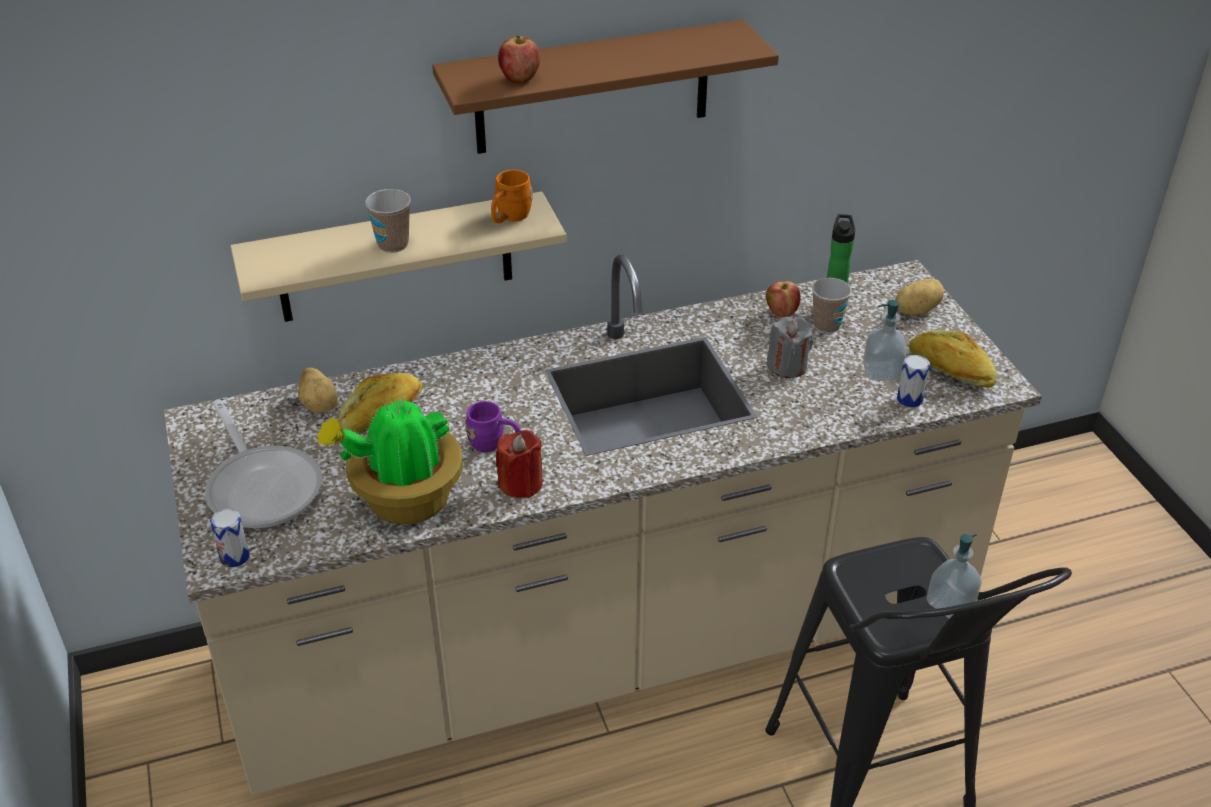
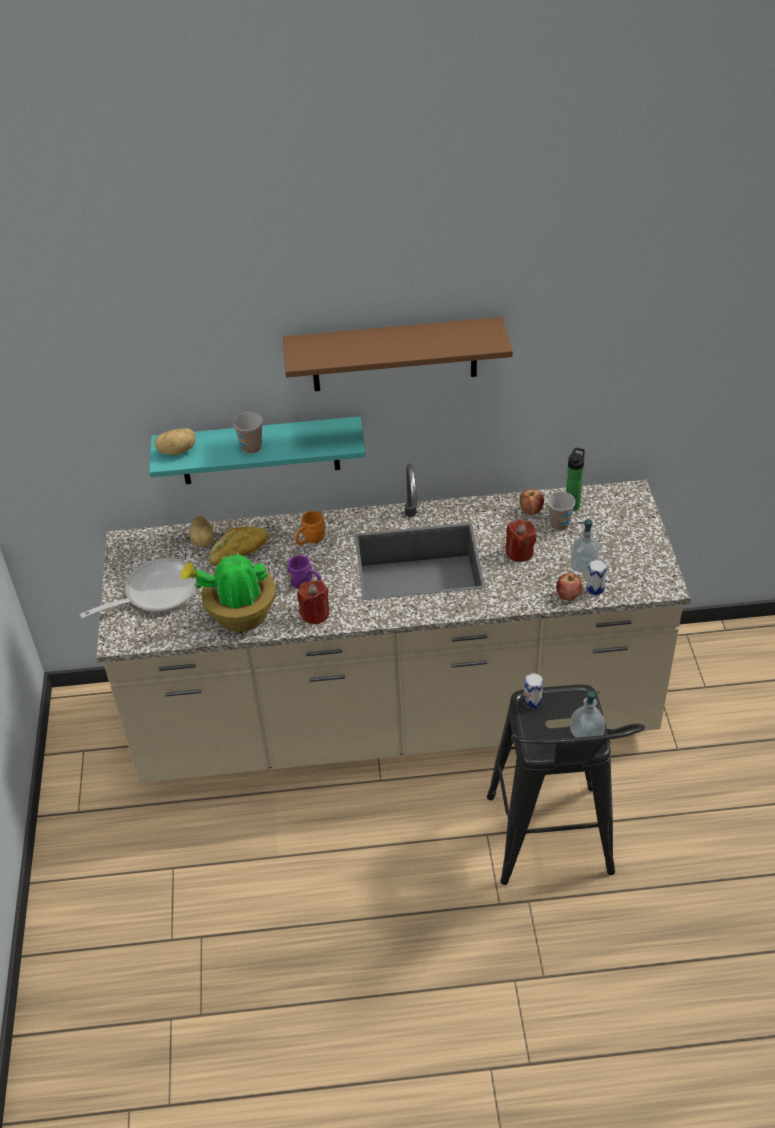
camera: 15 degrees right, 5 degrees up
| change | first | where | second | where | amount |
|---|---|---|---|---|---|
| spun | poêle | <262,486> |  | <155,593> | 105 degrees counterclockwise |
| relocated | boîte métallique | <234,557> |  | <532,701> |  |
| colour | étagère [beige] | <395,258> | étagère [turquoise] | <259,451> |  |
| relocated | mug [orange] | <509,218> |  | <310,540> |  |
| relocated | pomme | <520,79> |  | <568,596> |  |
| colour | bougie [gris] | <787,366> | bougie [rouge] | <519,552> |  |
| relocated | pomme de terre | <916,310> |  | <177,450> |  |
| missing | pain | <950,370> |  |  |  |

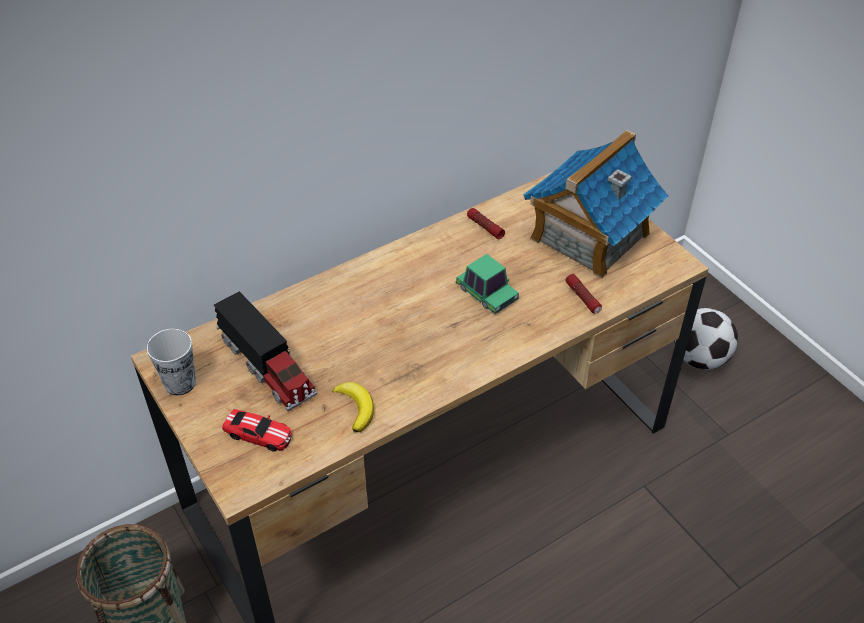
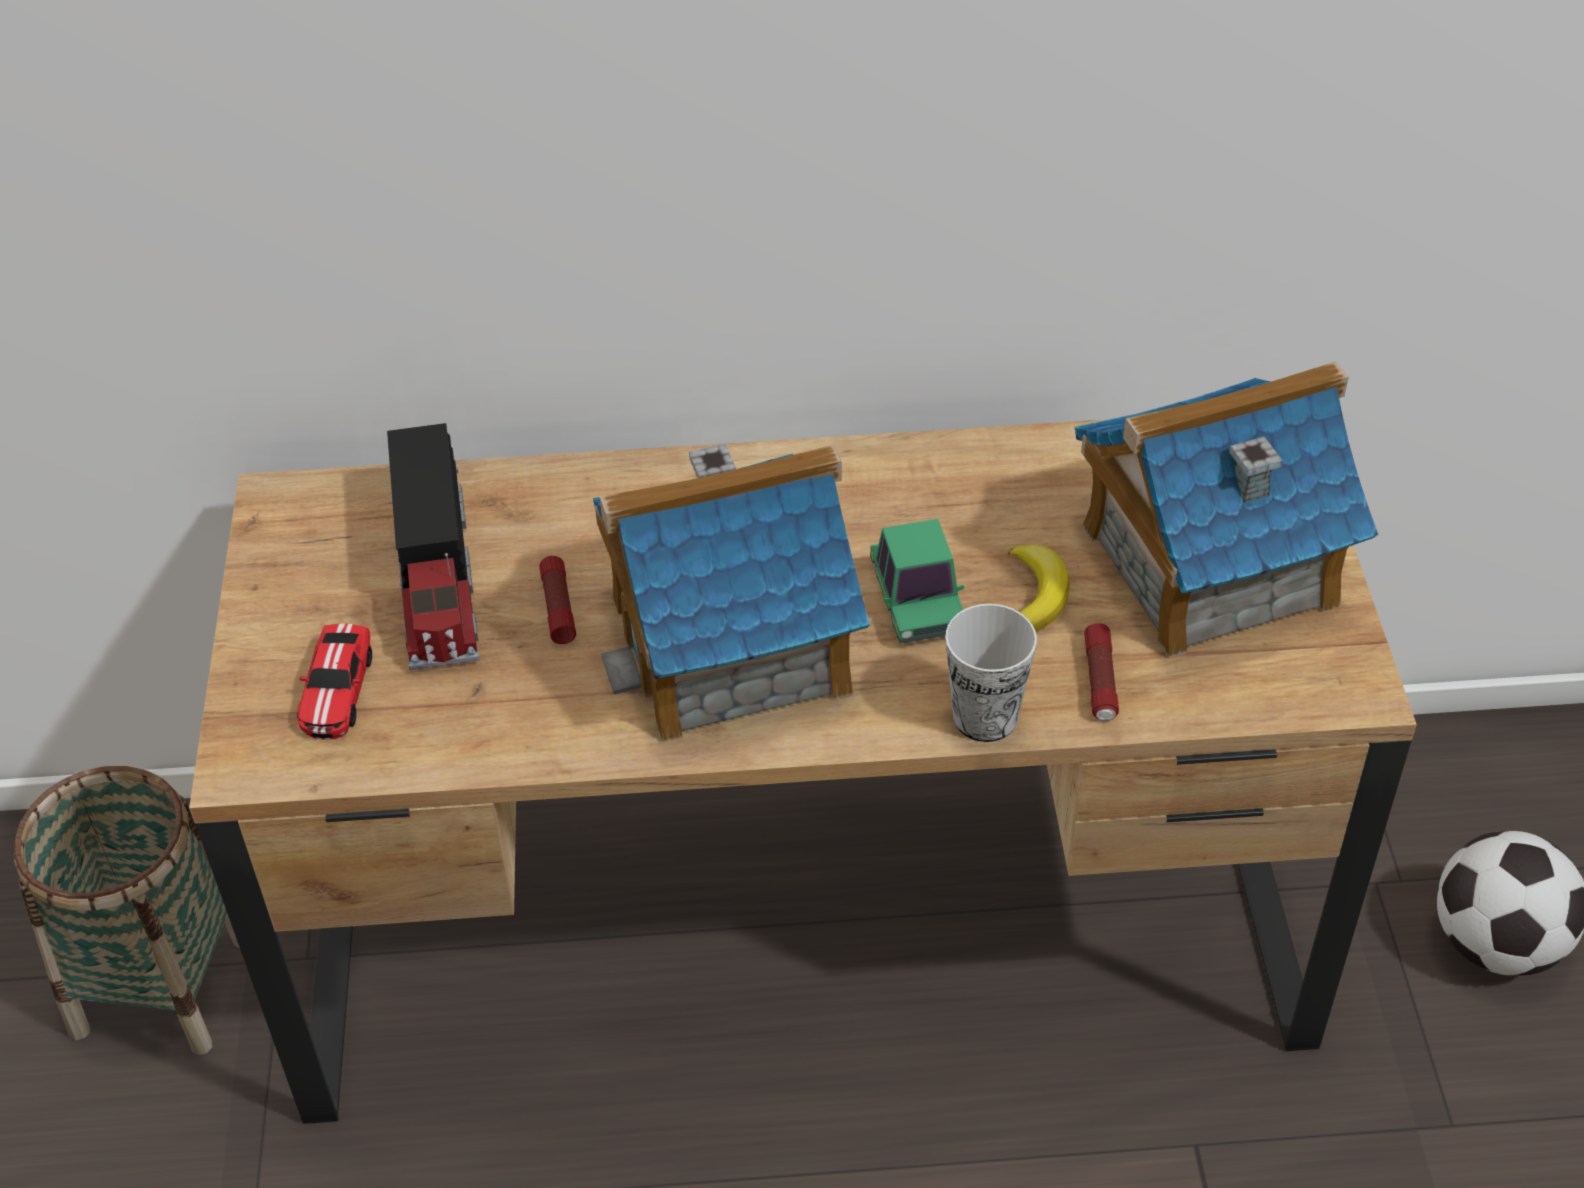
camera: 30 degrees right, 0 degrees up
| change | first | where | second | where | amount |
|---|---|---|---|---|---|
| relocated | tasse | <180,383> |  | <985,717> |  |
| spun | petite voiture | <258,434> |  | <338,689> | 45 degrees clockwise |
| relocated | banane | <356,407> |  | <1036,594> |  |
| relocated | lampe de poche | <485,227> |  | <558,607> |  |
| appeared |  |  | maison miniature | <732,646> |  |

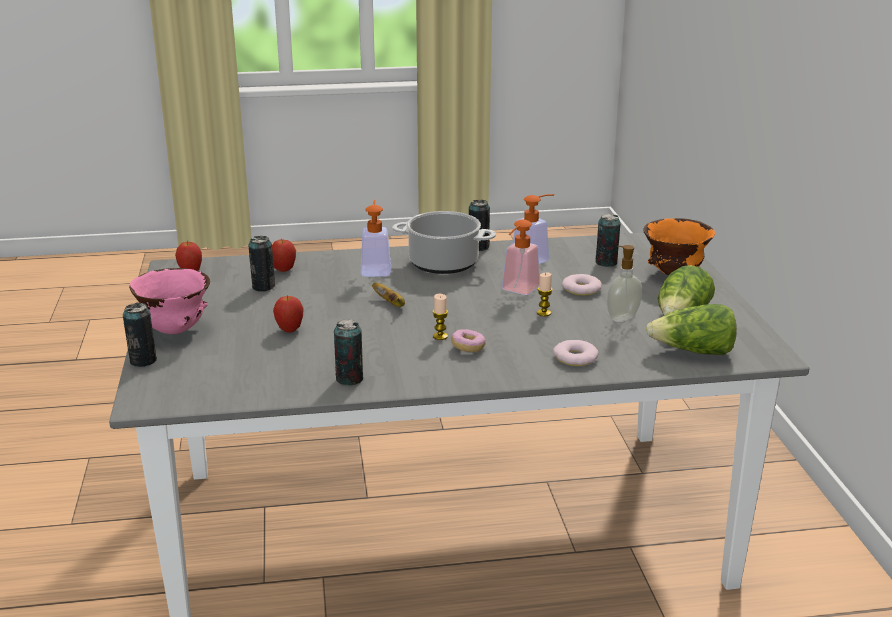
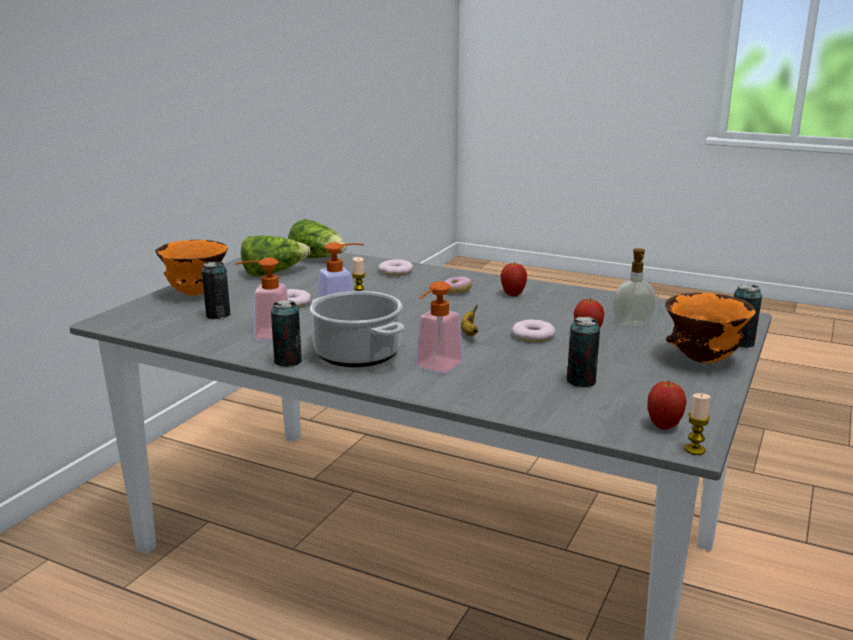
camera: 145 degrees left, 5 degrees down
| change | first | where | second | where | amount |
|---|---|---|---|---|---|
| colour | bol [rose] | <176,330> | bol [orange] | <702,361> |  |
| relocated | pomme | <284,270> |  | <513,294> |  |
| missing | boîte métallique | <349,379> |  |  |  |
| relocated | bougie | <440,336> |  | <694,449> |  |
| relocated | distributeur de savon | <621,317> |  | <632,325> |  |
| appeared |  |  | beignet | <533,335> |  |

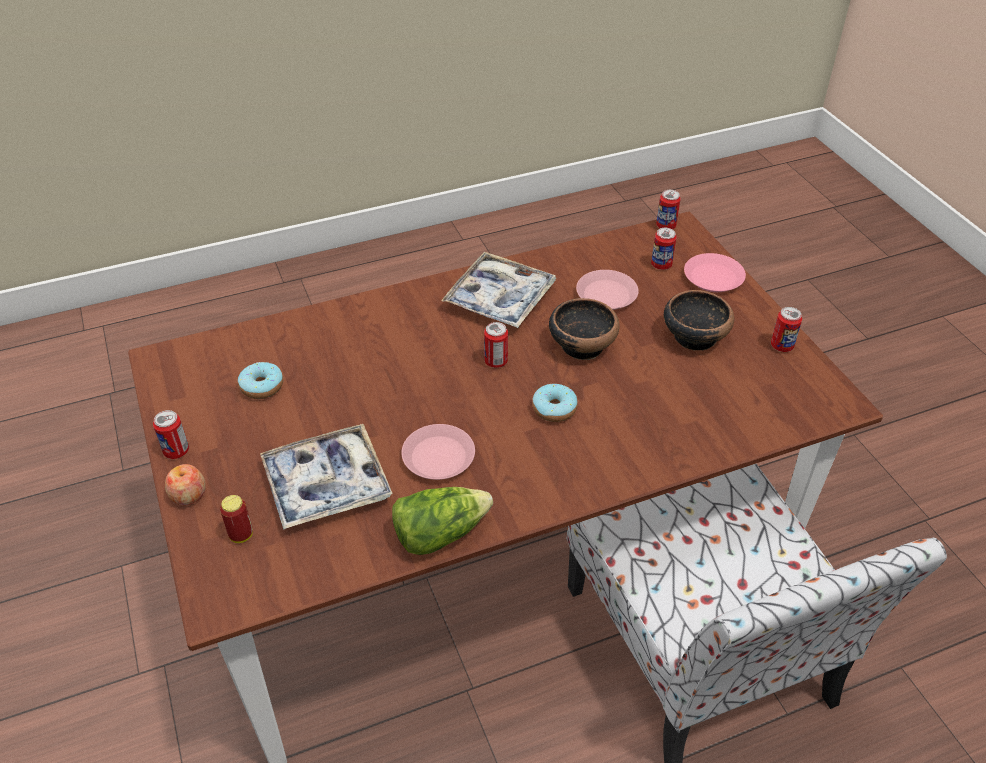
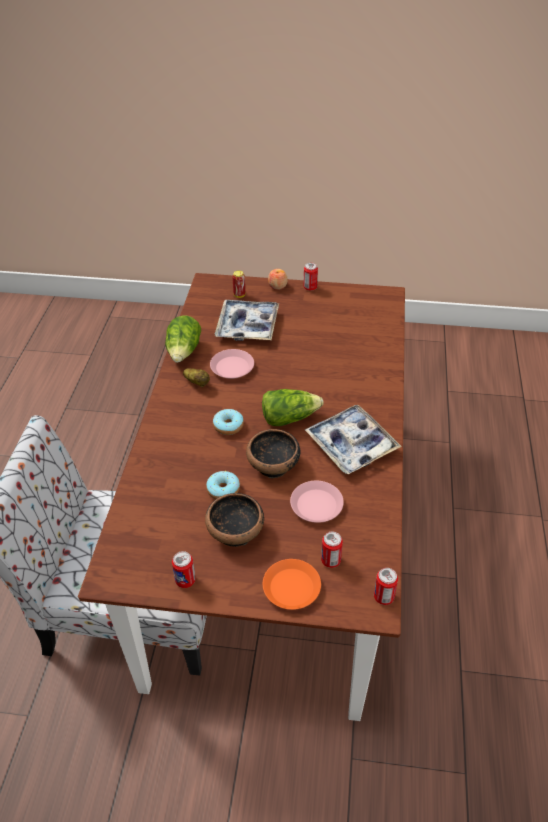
camera: 120 degrees right, 0 degrees up
| change | first | where | second | where | amount |
|---|---|---|---|---|---|
| relocated | beignet | <262,387> |  | <223,490> |  |
| exchanged | boîte métallique | <496,361> | laitue | <289,418> |  |
| colour | assiette [rose] | <713,277> | assiette [orange] | <291,588> |  |
| appeared |  |  | pomme de terre | <197,383> |  |

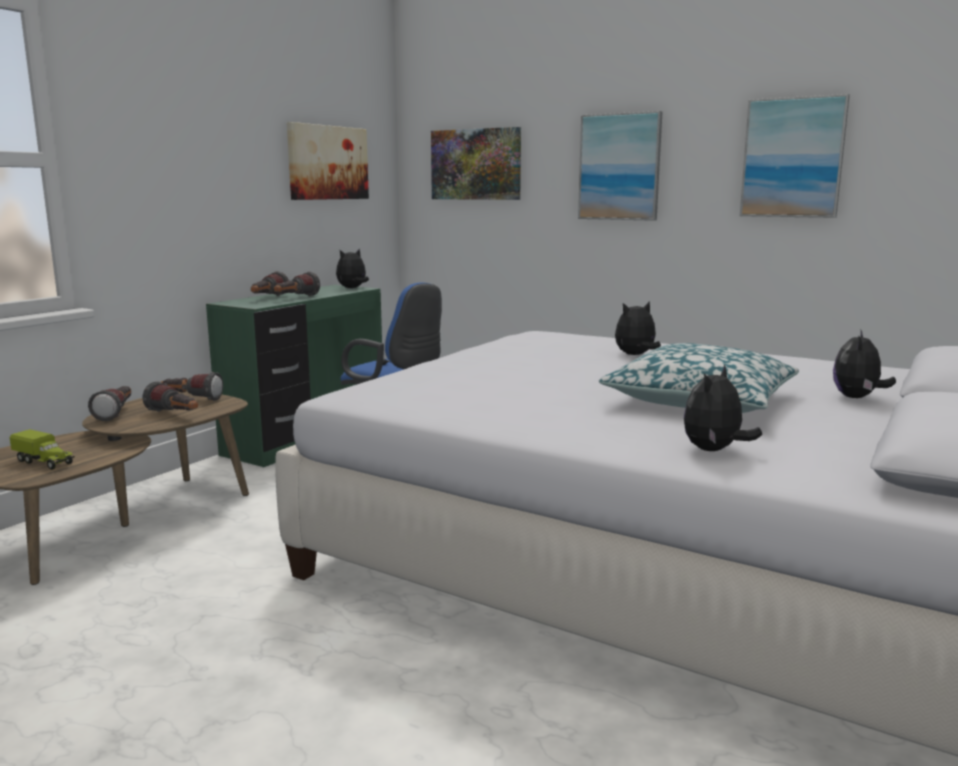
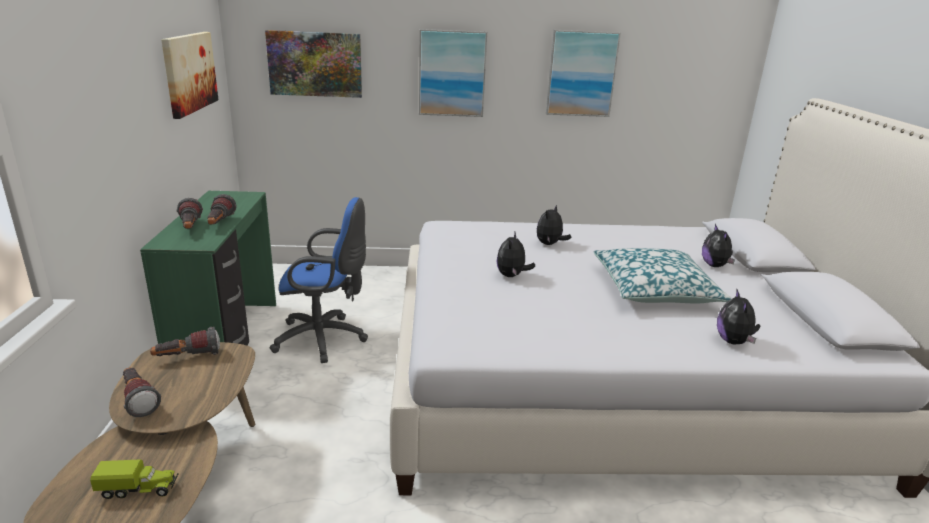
camera: 35 degrees left, 10 degrees up
| change | first | where | second | where | amount |
|---|---|---|---|---|---|
| missing | lampe de poche | <175,415> |  |  |  |
| relocated | peluche | <352,288> |  | <512,276> |  |

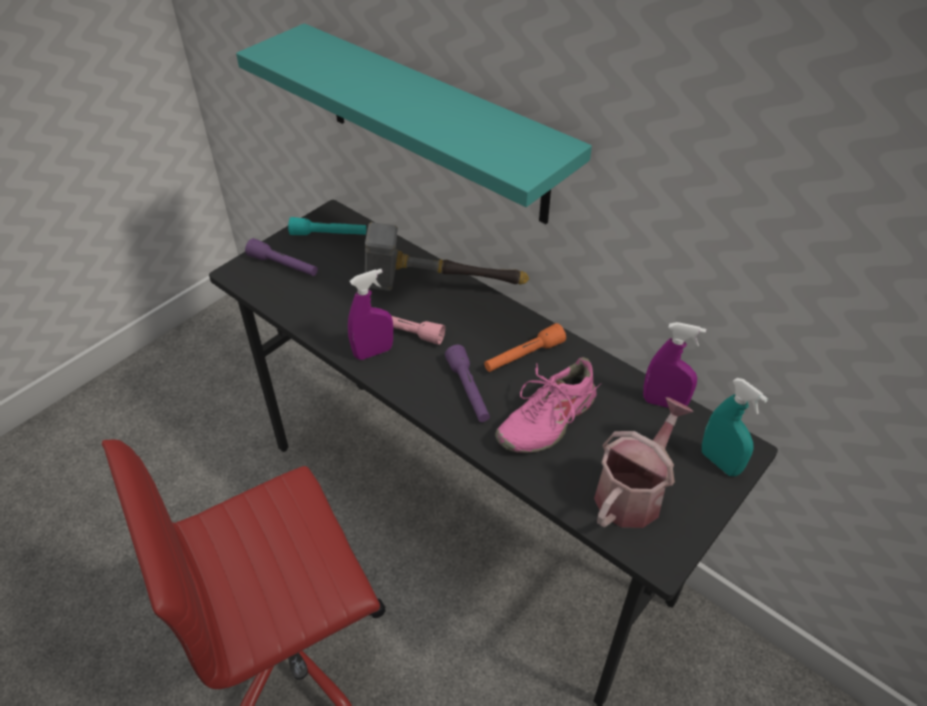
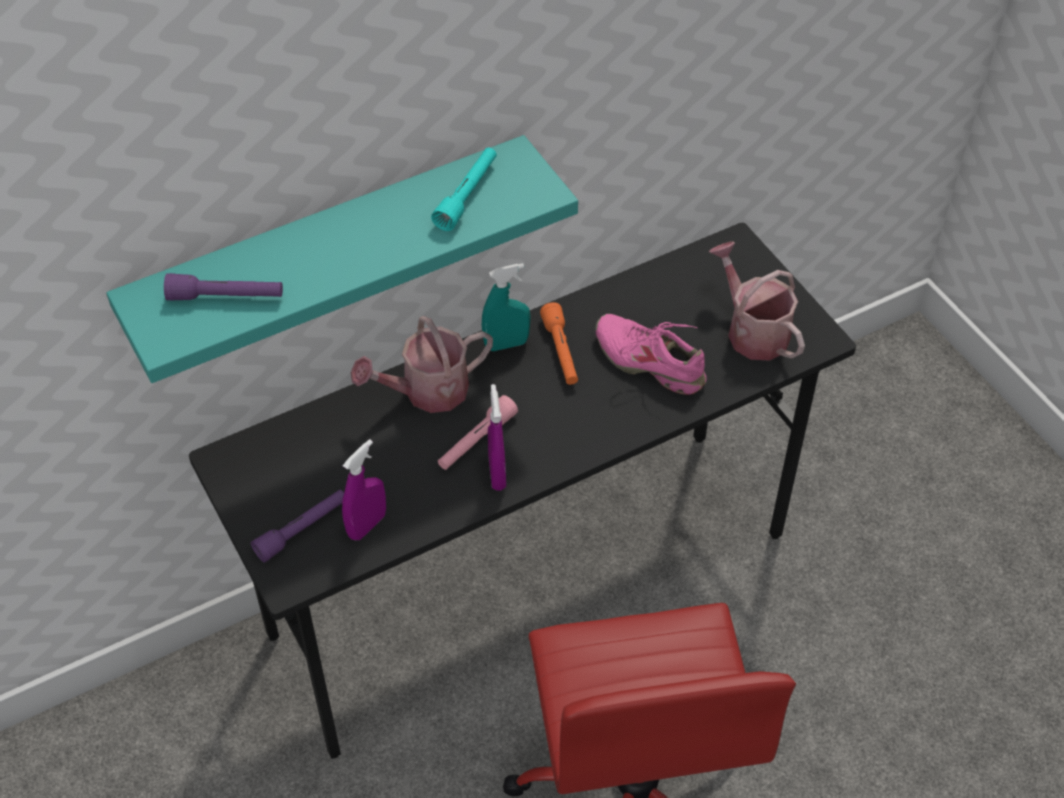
camera: 70 degrees left, 5 degrees up
| change | first | where | second | where | amount |
|---|---|---|---|---|---|
| relocated | lampe de poche [turquoise] | <329,235> |  | <467,195> |  |
| exchanged | marteau | <439,291> | arrosoir | <427,392> |  |
| relocated | lampe de poche [violet] | <468,391> |  | <226,297> |  |
| spun | chaussure [rose] | <546,419> |  | <650,361> | 150 degrees clockwise |
| relocated | vaporisateur [violet] | <664,403> |  | <367,525> |  |
| relocated | vaporisateur [turquoise] | <719,462> |  | <506,344> |  |

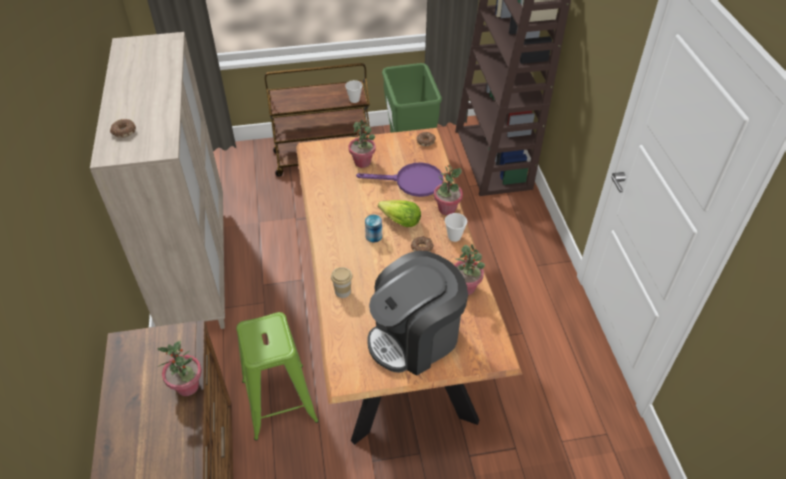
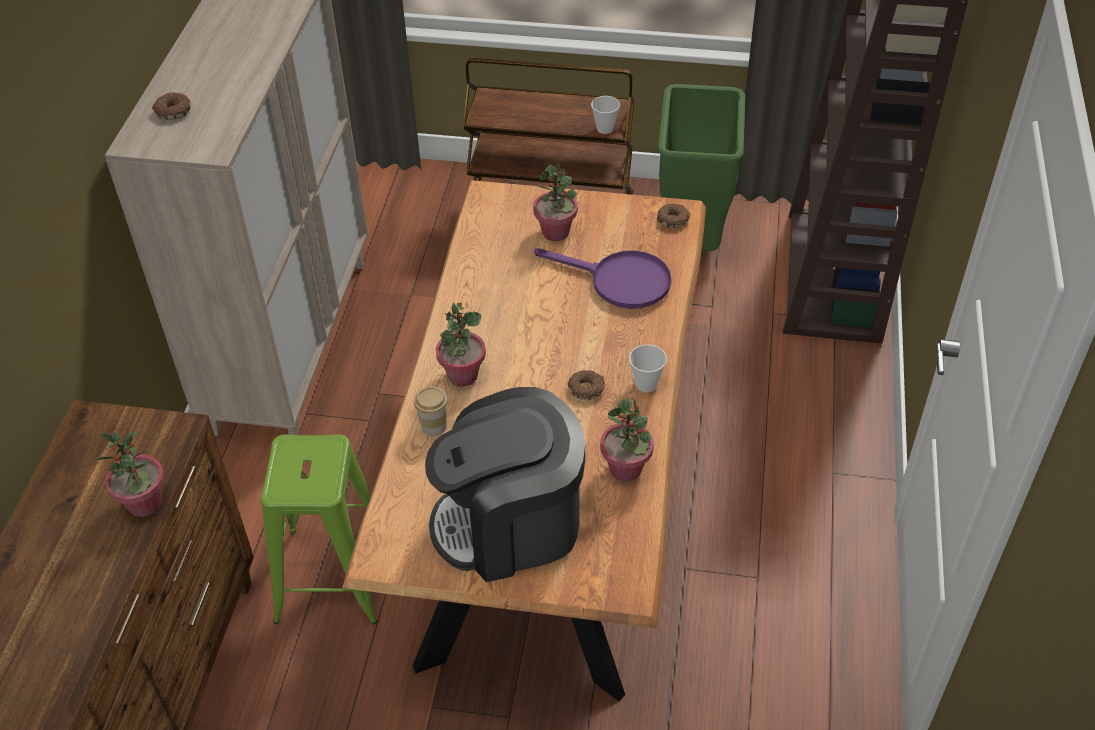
camera: 20 degrees right, 0 degrees up
| change | first | where | second | where | amount |
|---|---|---|---|---|---|
| missing | boîte métallique | <373,236> |  |  |  |
| missing | laitue | <400,221> |  |  |  |
| relocated | plante en pot | <446,209> |  | <462,375> |  |

